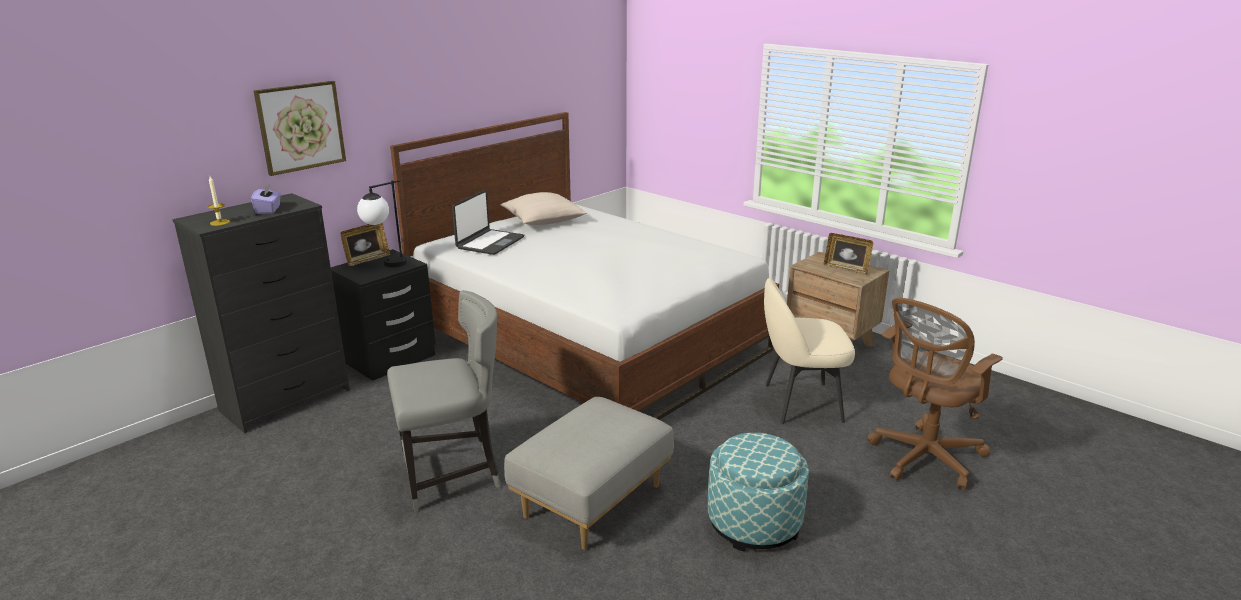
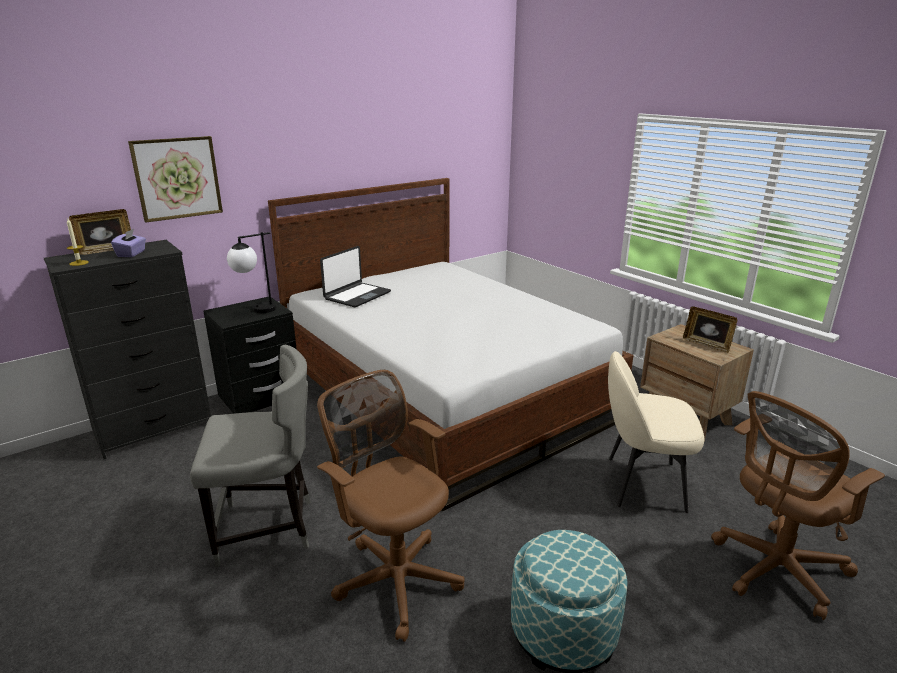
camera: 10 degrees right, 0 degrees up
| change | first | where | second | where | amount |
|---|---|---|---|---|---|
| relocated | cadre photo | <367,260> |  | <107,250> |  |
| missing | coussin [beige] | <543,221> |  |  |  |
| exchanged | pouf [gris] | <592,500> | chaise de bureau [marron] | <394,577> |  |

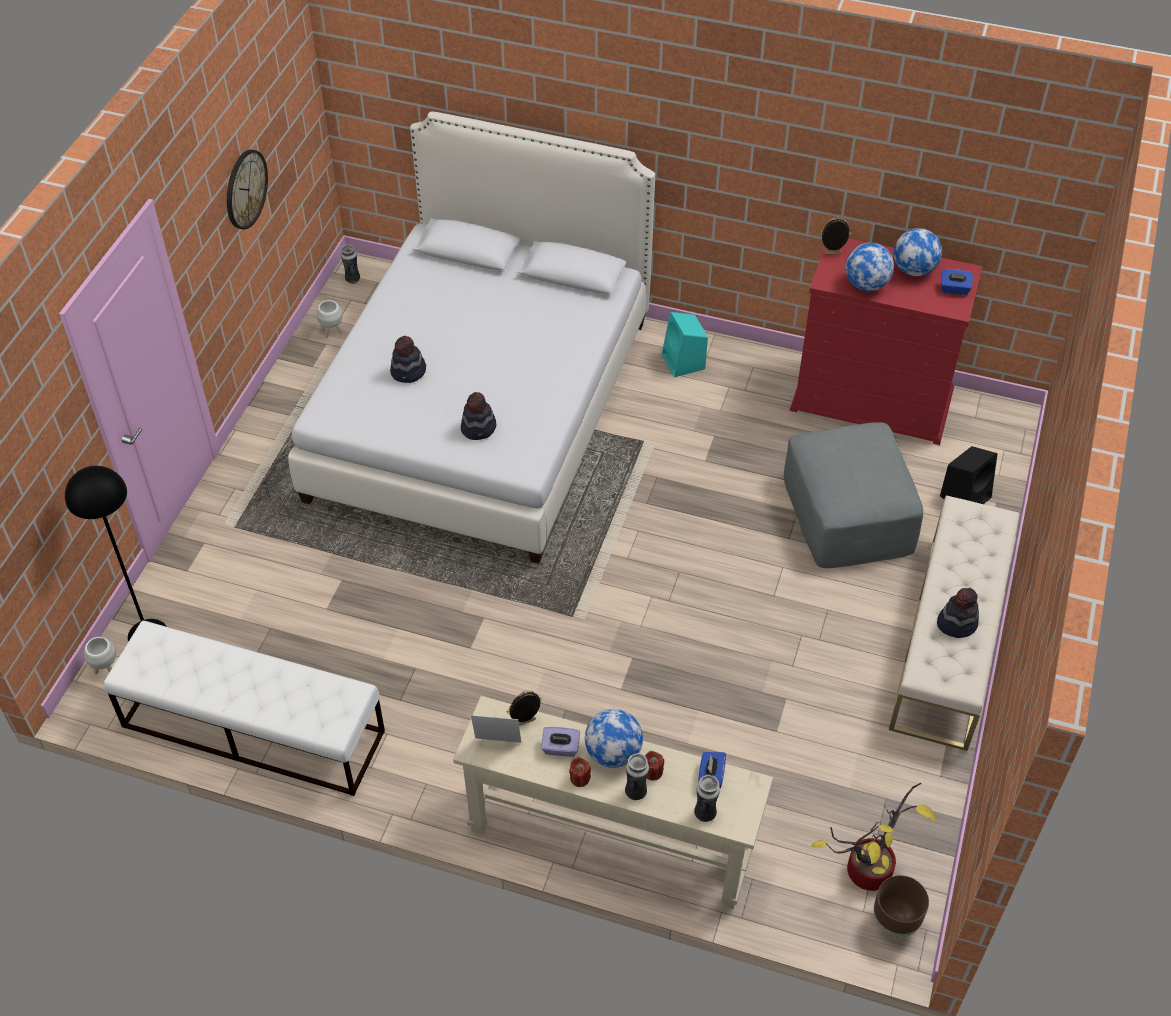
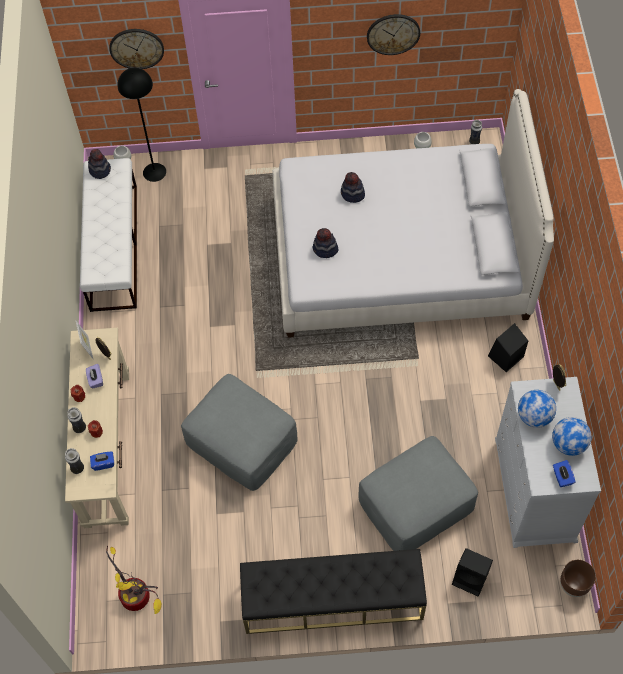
camera: 70 degrees right, 10 degrees up
| change | first | where | second | where | amount |
|---|---|---|---|---|---|
| missing | globe | <613,753> |  |  |  |
| colour | enceinte [turquoise] | <684,362> | enceinte [noir] | <505,357> |  |
| colour | commode [rouge] | <872,399> | commode [blanc] | <535,489> |  |
| relocated | cache-pot [marron] | <895,922> |  | <573,585> |  |
| colour | banc [beige] | <949,641> | banc [noir] | <332,600> |  |
| relocated | chapeau | <956,623> |  | <100,170> |  |
| appeared |  |  | horloge murale | <136,48> |  |
| appeared |  |  | pouf [gris] | <242,441> |  |

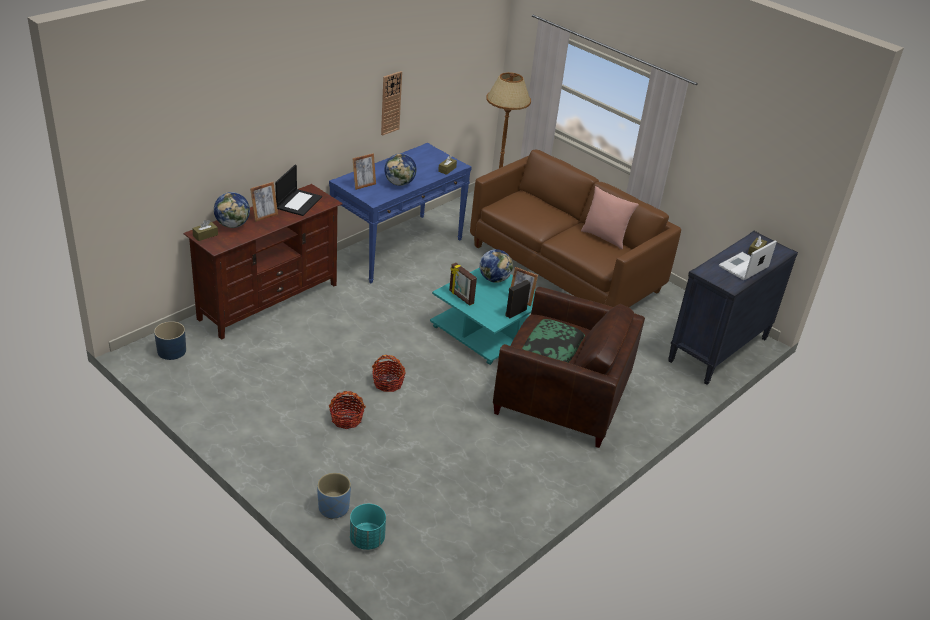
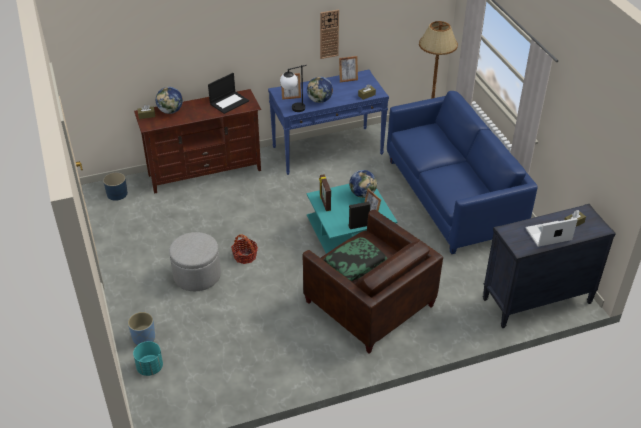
camera: 30 degrees right, 5 degrees up
| change | first | where | second | where | amount |
|---|---|---|---|---|---|
| relocated | cadre photo | <264,216> |  | <348,80> |  |
| exchanged | panier | <346,419> | pouf [gris] | <197,275> |  |
| colour | canapé [marron] | <565,268> | canapé [bleu] | <452,197> |  |
| missing | coussin [rose] | <604,237> |  |  |  |
| appeared |  |  | lampe de table | <293,109> |  |

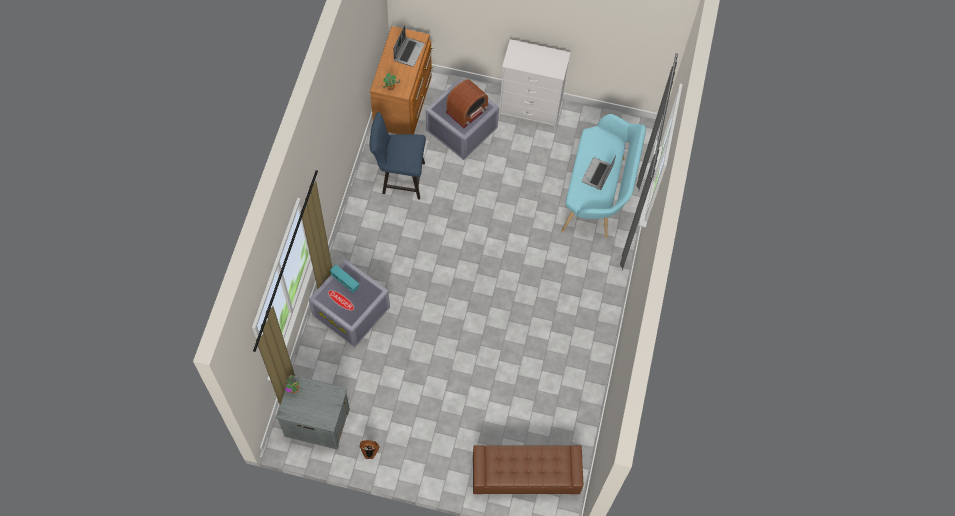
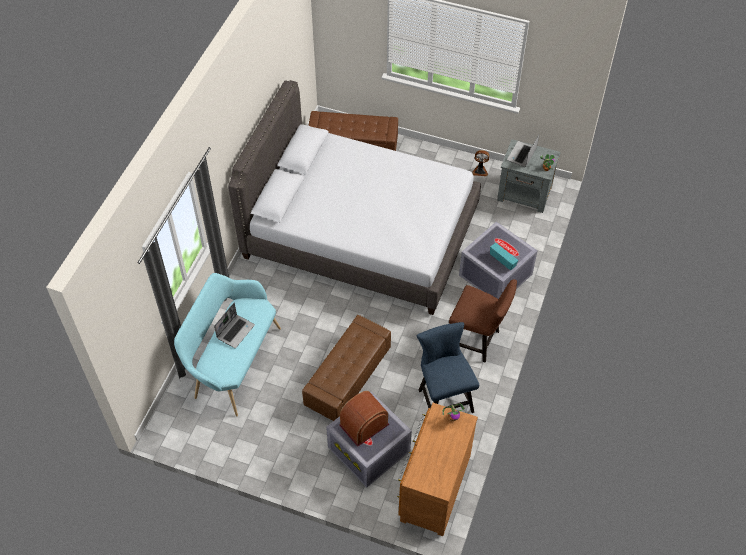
camera: 170 degrees left, 10 degrees down
| change | first | where | second | where | amount |
|---|---|---|---|---|---|
| spun | chaise [bleu] | <399,178> |  | <443,398> | 120 degrees counterclockwise |
| relocated | ordinateur portable | <408,52> |  | <522,155> |  |
| missing | commode [blanc] | <530,109> |  |  |  |
| appeared |  |  | lit [gris] | <360,234> |  |
| appeared |  |  | pouf [marron] | <347,377> |  |
| appeared |  |  | chaise [marron] | <477,341> |  |

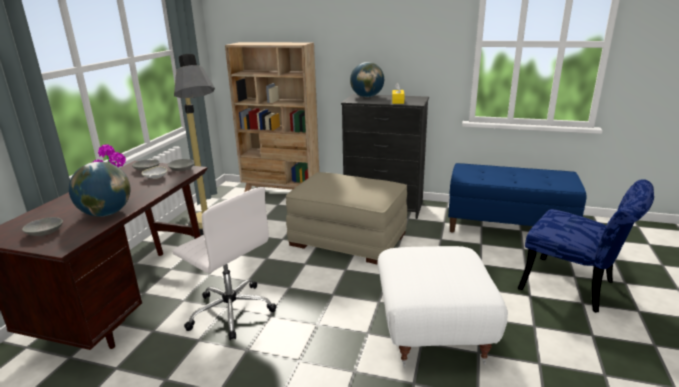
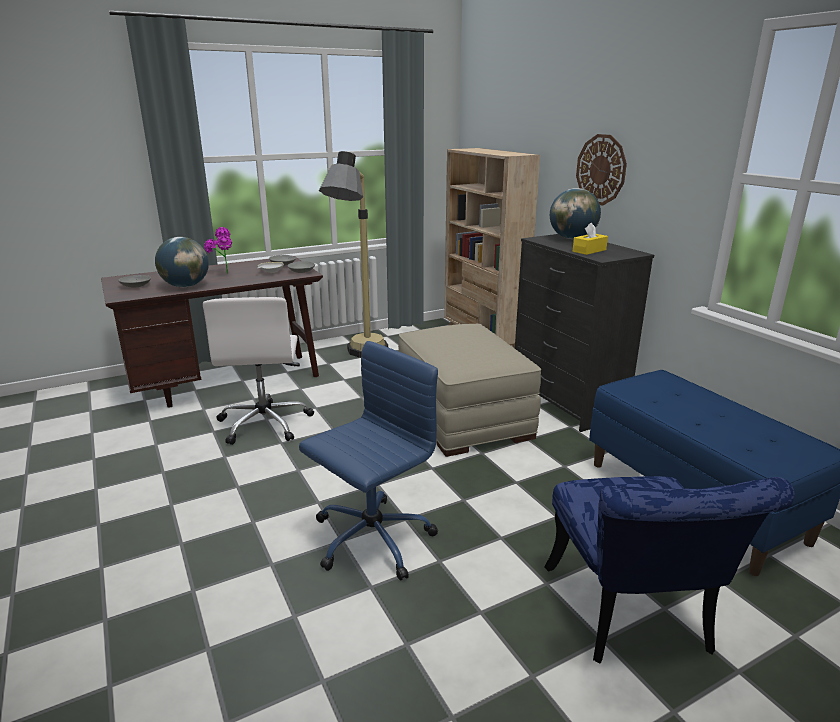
camera: 45 degrees right, 0 degrees up
| change | first | where | second | where | amount |
|---|---|---|---|---|---|
| exchanged | pouf [blanc] | <433,331> | chaise de bureau [bleu] | <370,539> |  |
| appeared |  |  | horloge murale | <601,170> |  |

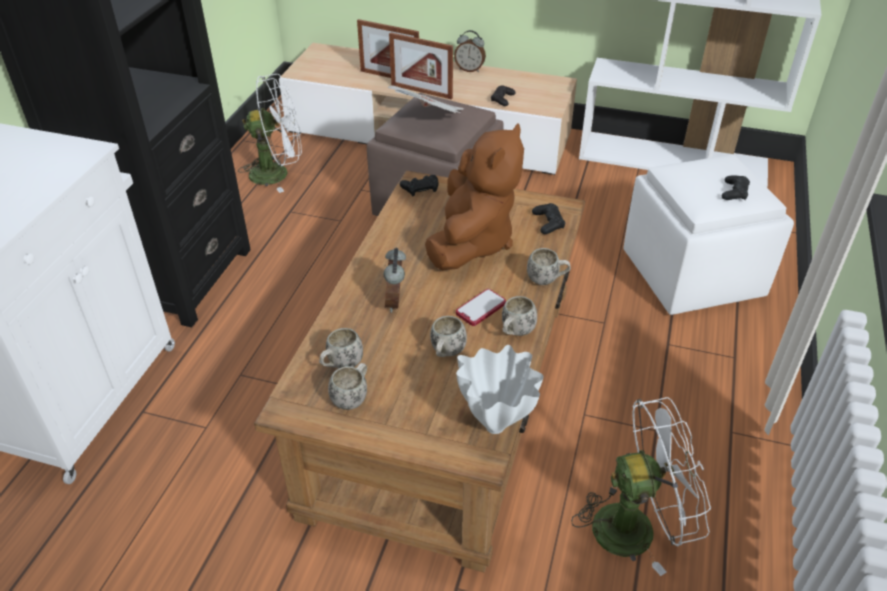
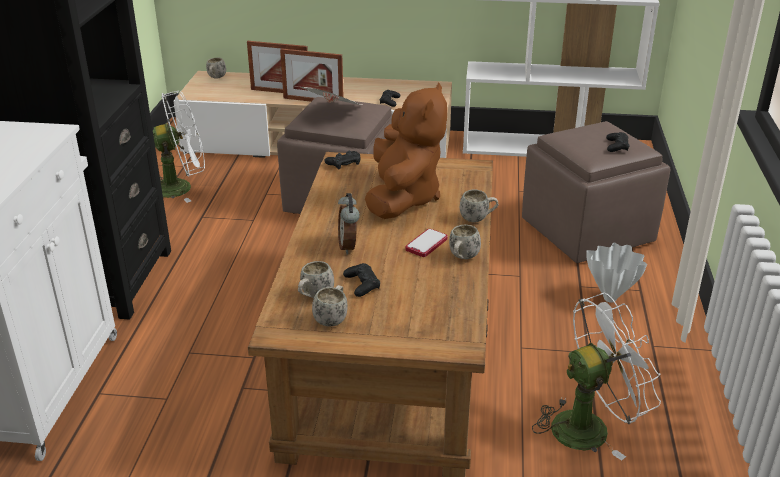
camera: 10 degrees left, 10 degrees down
| change | first | where | second | where | amount |
|---|---|---|---|---|---|
| relocated | mug [blanc] | <446,353> |  | <216,78> |  |
| missing | réveil | <469,69> |  |  |  |
| relocated | vase [blanc] | <496,427> |  | <611,299> |  |
| relocated | manette [noir] | <548,222> |  | <362,284> |  |
| colour | pouf [blanc] | <694,275> | pouf [marron] | <588,232> |  |

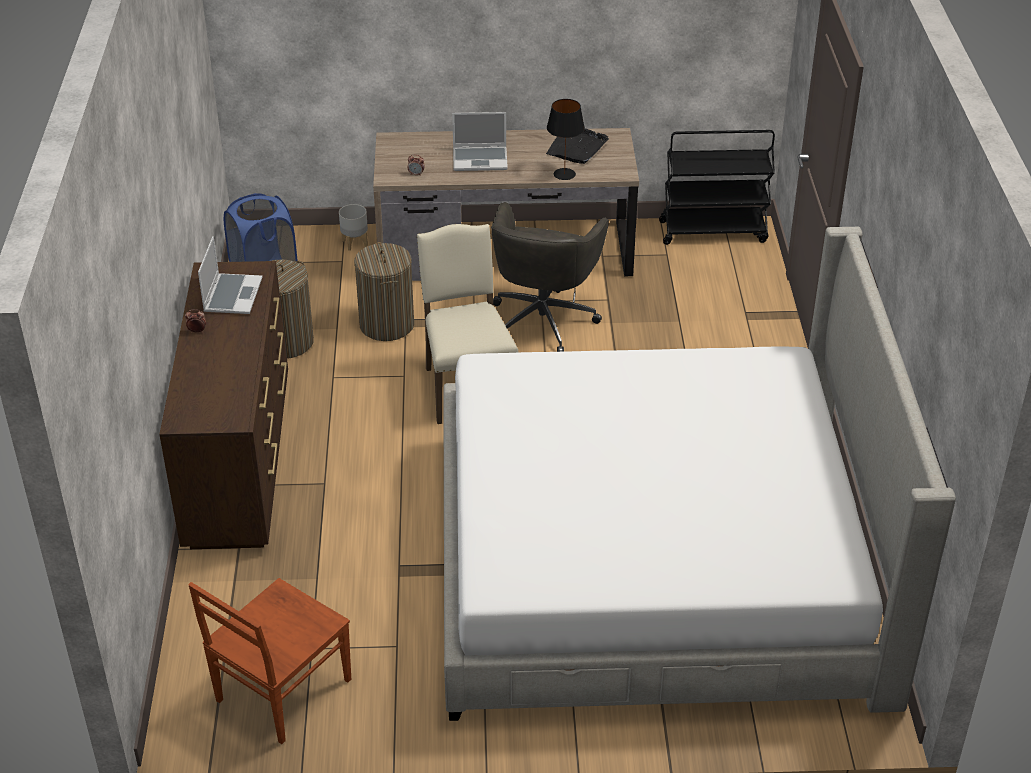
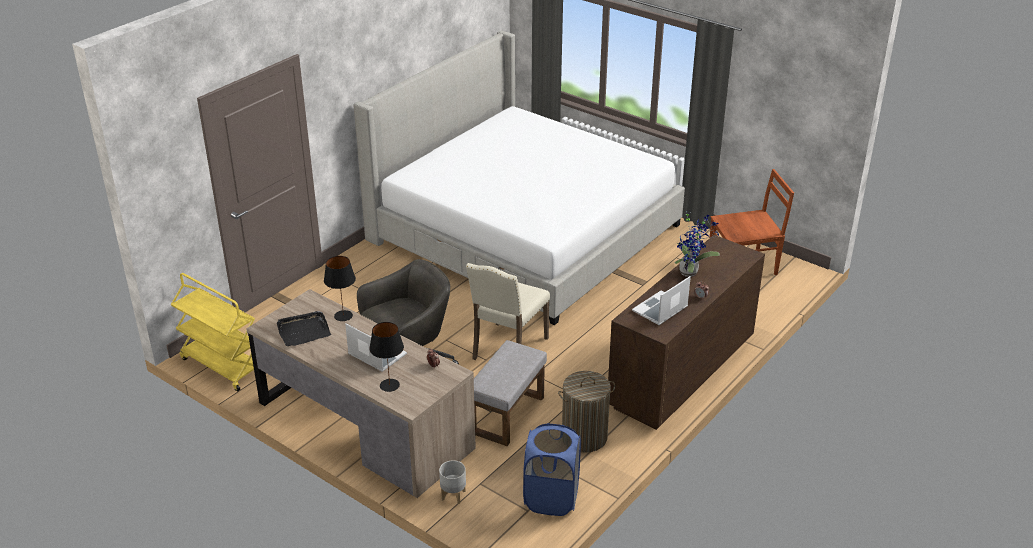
camera: 140 degrees left, 5 degrees down
| change | first | where | second | where | amount |
|---|---|---|---|---|---|
| exchanged | panier à linge | <387,325> | pouf [gris] | <507,414> |  |
| colour | chariot [noir] | <713,231> | chariot [jaune] | <221,366> |  |
| appeared |  |  | lampe de table [noir] | <389,385> |  |
| appeared |  |  | plante en pot | <690,272> |  |

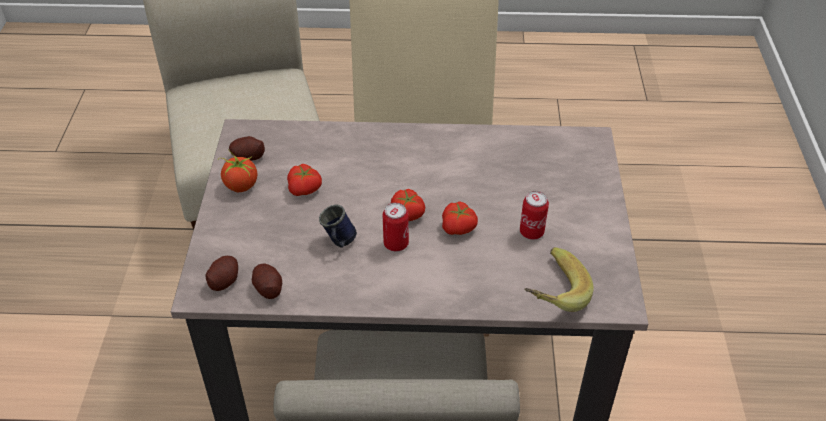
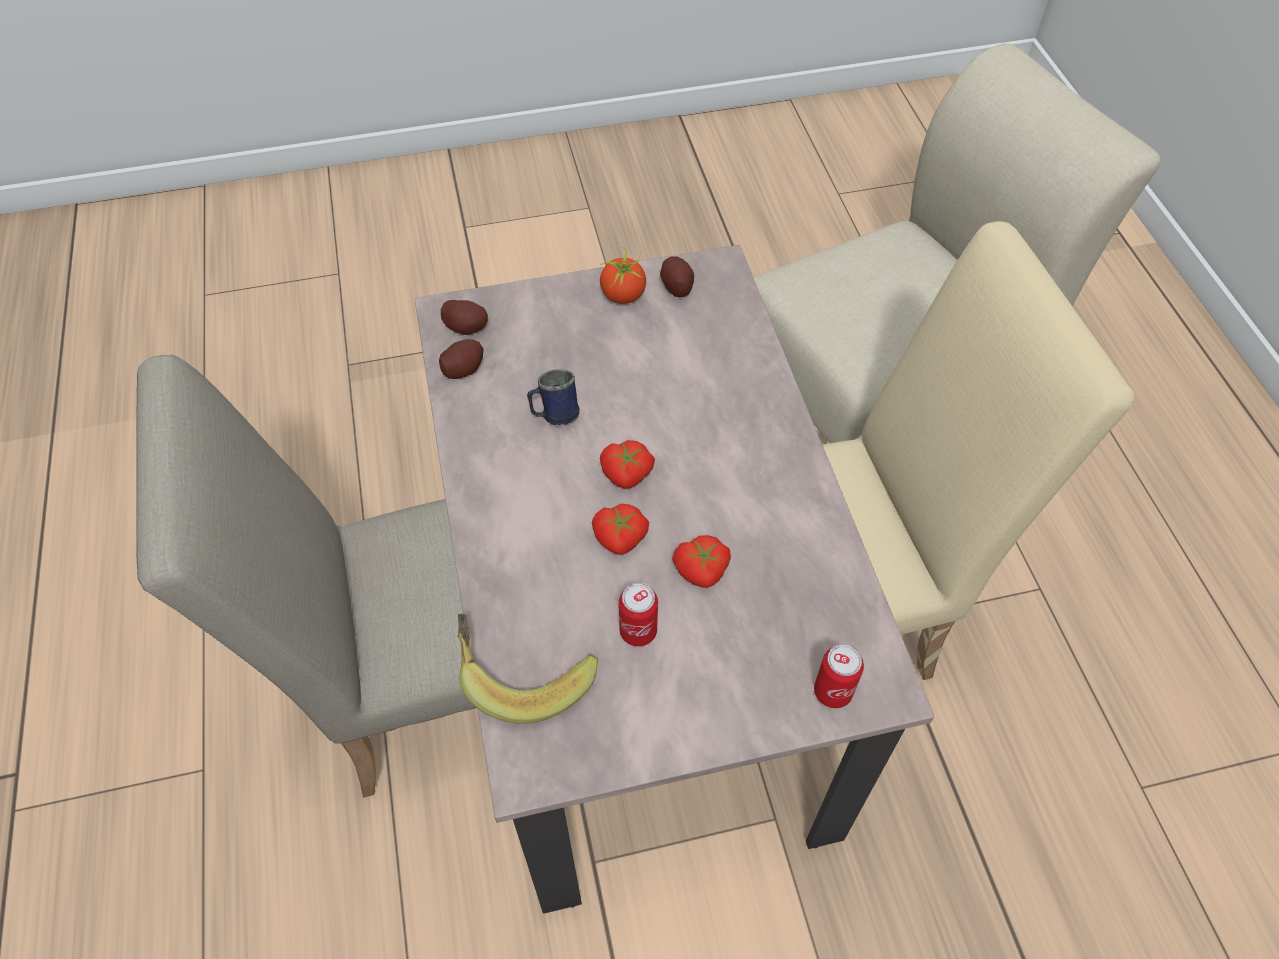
camera: 75 degrees right, 10 degrees up
| change | first | where | second | where | amount |
|---|---|---|---|---|---|
| relocated | tomate | <305,189> |  | <702,571> |  |
| relocated | boîte métallique | <396,244> |  | <832,691> |  |

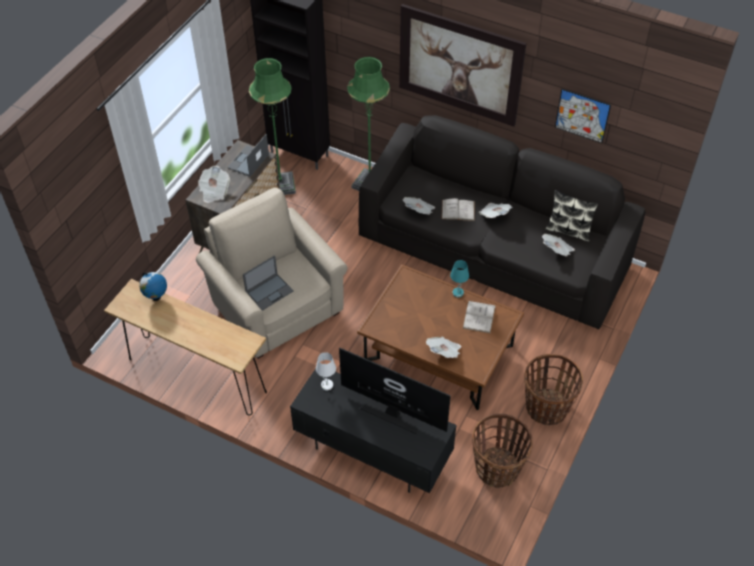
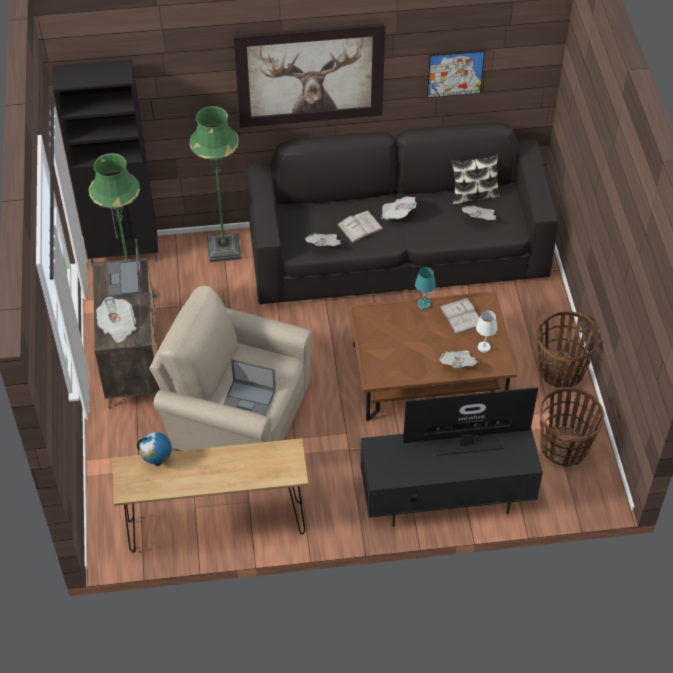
camera: 35 degrees left, 0 degrees up
| change | first | where | second | where | amount |
|---|---|---|---|---|---|
| spun | ordinateur portable | <270,291> |  | <250,397> | 90 degrees clockwise |
| relocated | lampe de table [blanc] | <327,385> |  | <484,347> |  |

